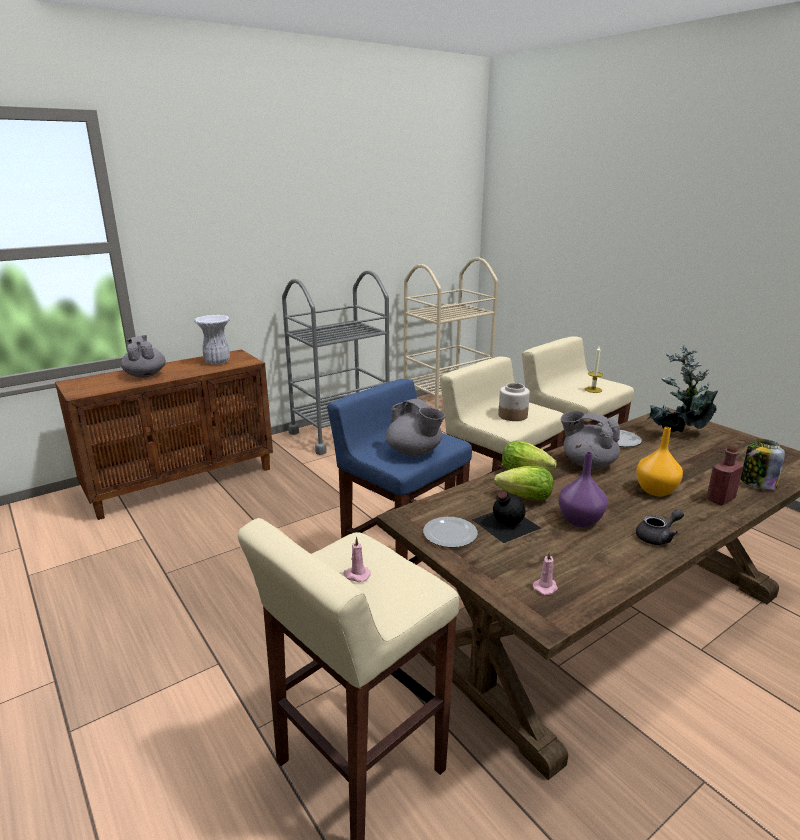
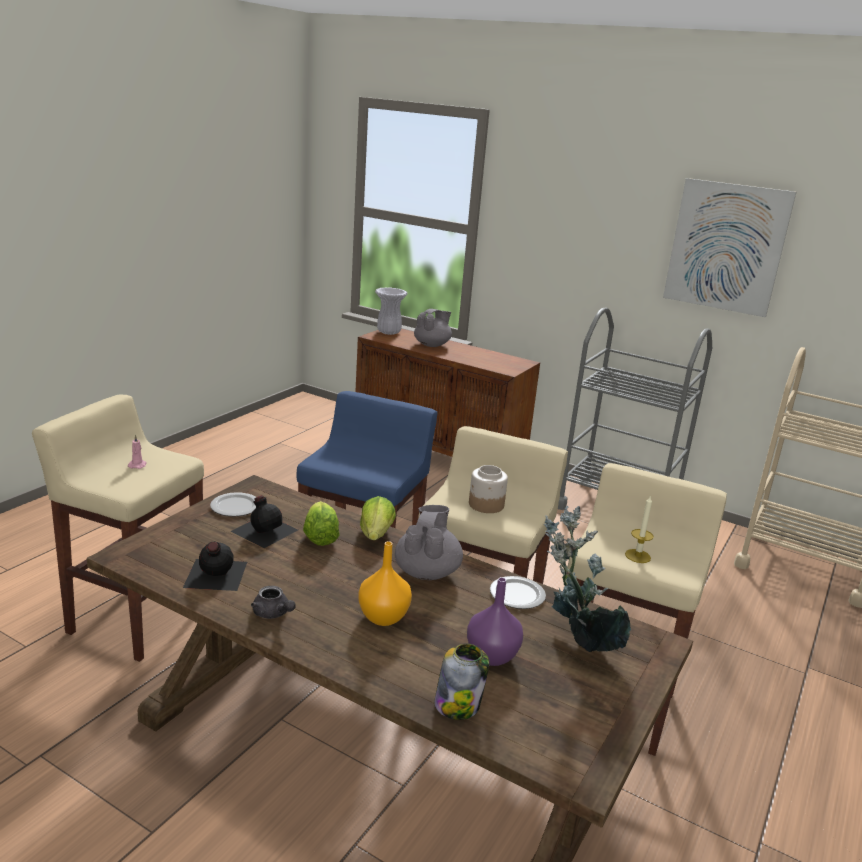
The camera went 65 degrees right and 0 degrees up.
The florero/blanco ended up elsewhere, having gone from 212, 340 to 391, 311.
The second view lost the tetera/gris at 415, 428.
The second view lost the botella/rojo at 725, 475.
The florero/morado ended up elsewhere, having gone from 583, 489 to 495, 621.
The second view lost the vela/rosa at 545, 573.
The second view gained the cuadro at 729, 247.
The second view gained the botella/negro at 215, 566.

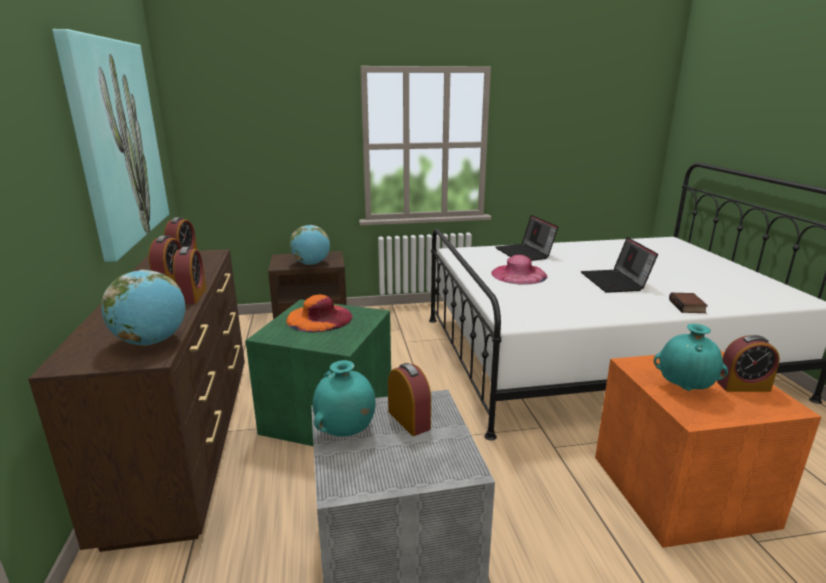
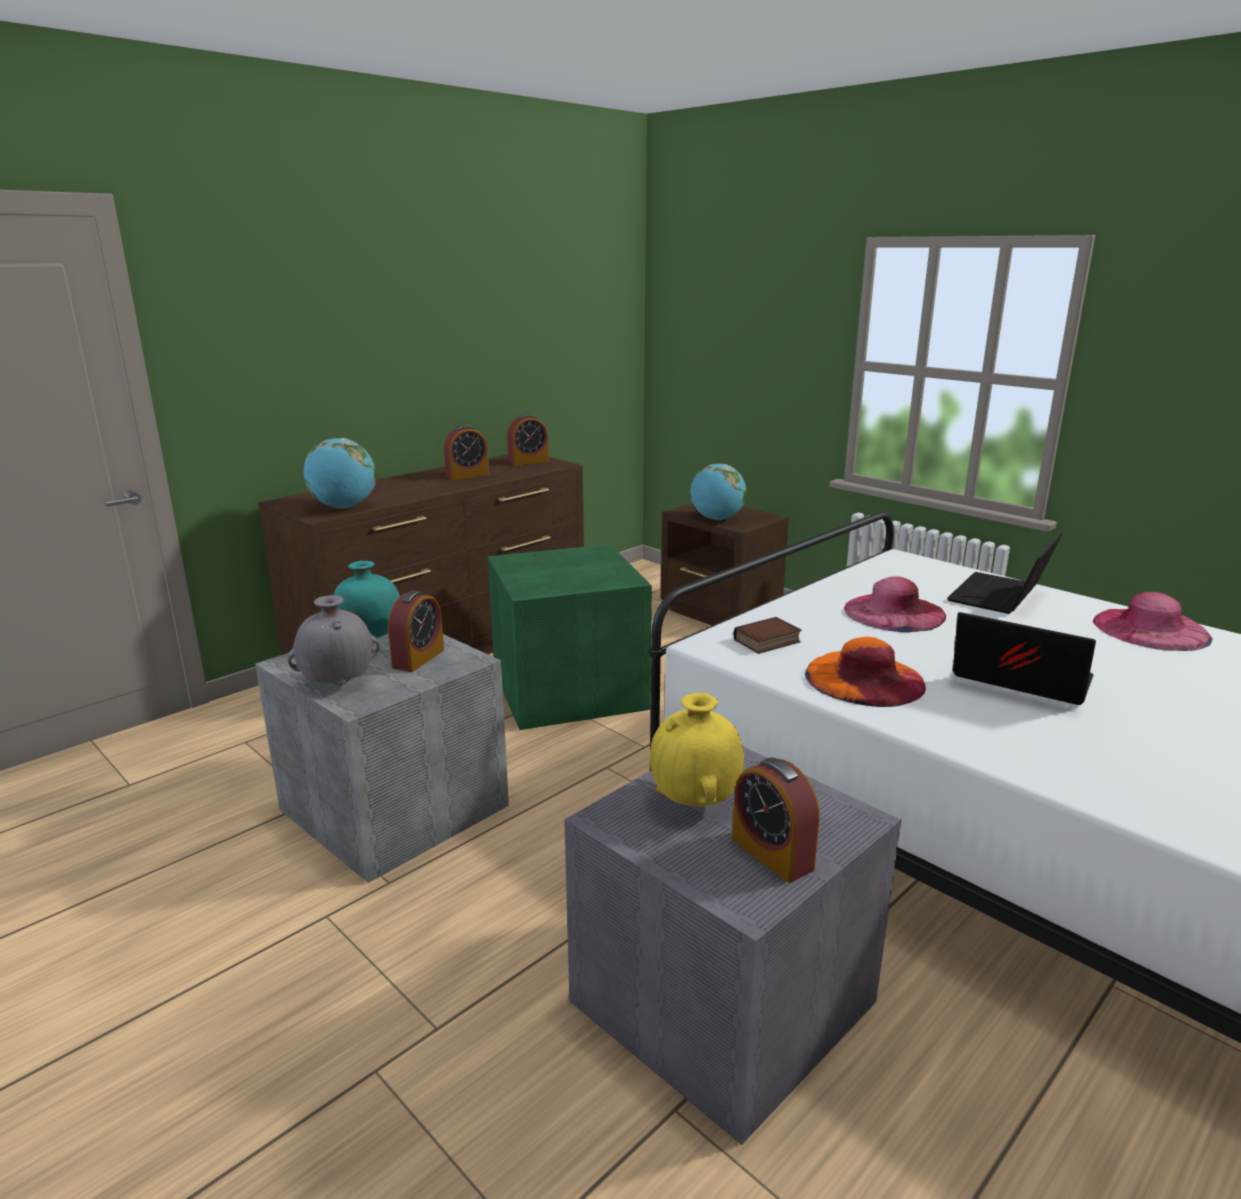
The camera went 55 degrees right and 0 degrees up.
The second view lost the cuadro at 110, 145.
The portátil at 619, 265 ended up facing another way, 75 degrees clockwise from before.
The second view lost the despertador at 190, 275.
The libro ended up elsewhere, having gone from 688, 303 to 767, 635.
The sombrero/naranja ended up elsewhere, having gone from 319, 314 to 865, 672.
What was the florero/turquesa at 691, 357 turned into the florero/amarillo at 697, 749.
What was the caja de almacenaje/naranja at 708, 449 turned into the caja de almacenaje/gris at 732, 946.
The second view gained the sombrero/rosa at 1153, 621.
The second view gained the florero/gris at 333, 640.

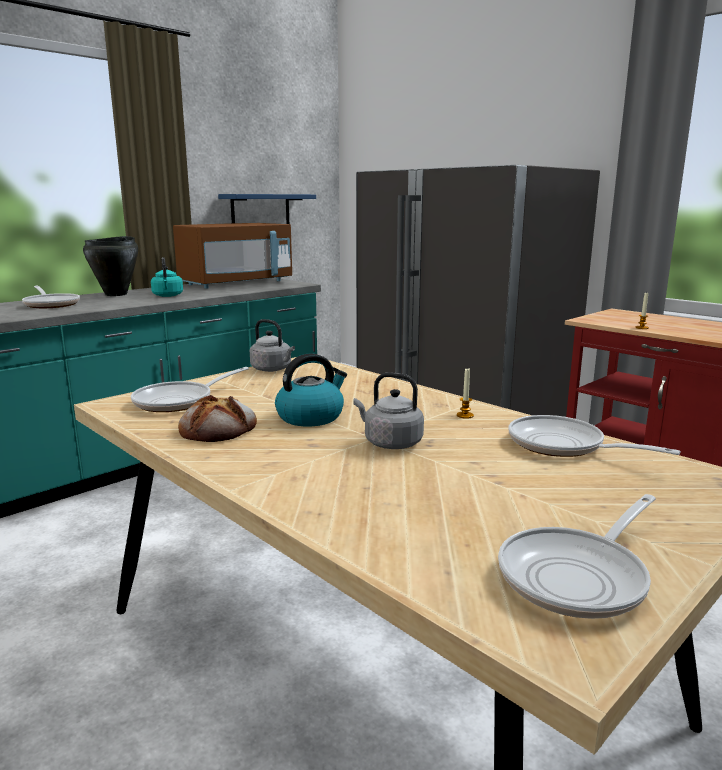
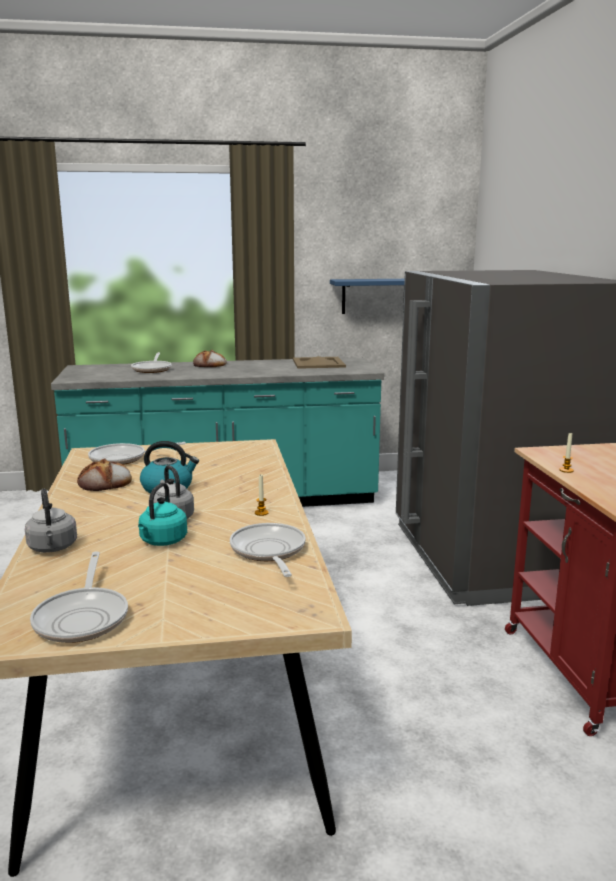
The camera went 35 degrees right and 0 degrees up.
Where the microondas/marrón stood at 232, 256, the bandeja/beis came to stand at 319, 362.
Where the olla/negro stood at 110, 266, the pan came to stand at 210, 358.
The hervidor/turquesa ended up elsewhere, having gone from 167, 277 to 162, 514.
The hervidor/gris ended up elsewhere, having gone from 272, 345 to 51, 521.
The sartén at 577, 556 ended up facing another way, 90 degrees counterclockwise from before.

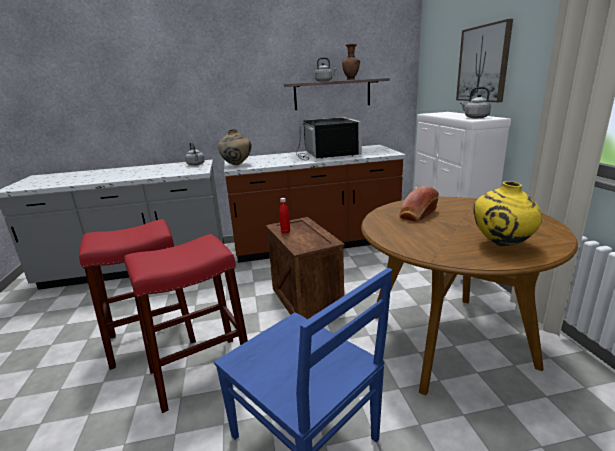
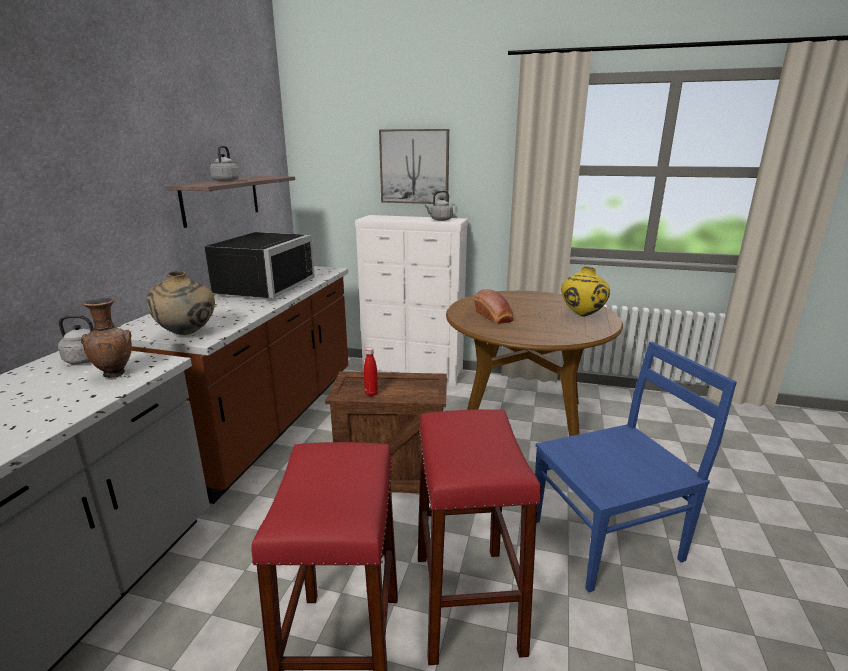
The camera went 65 degrees left and 0 degrees up.
The florero/marrón ended up elsewhere, having gone from 351, 62 to 106, 337.
The microondas/negro at 329, 138 ended up facing another way, 90 degrees clockwise from before.

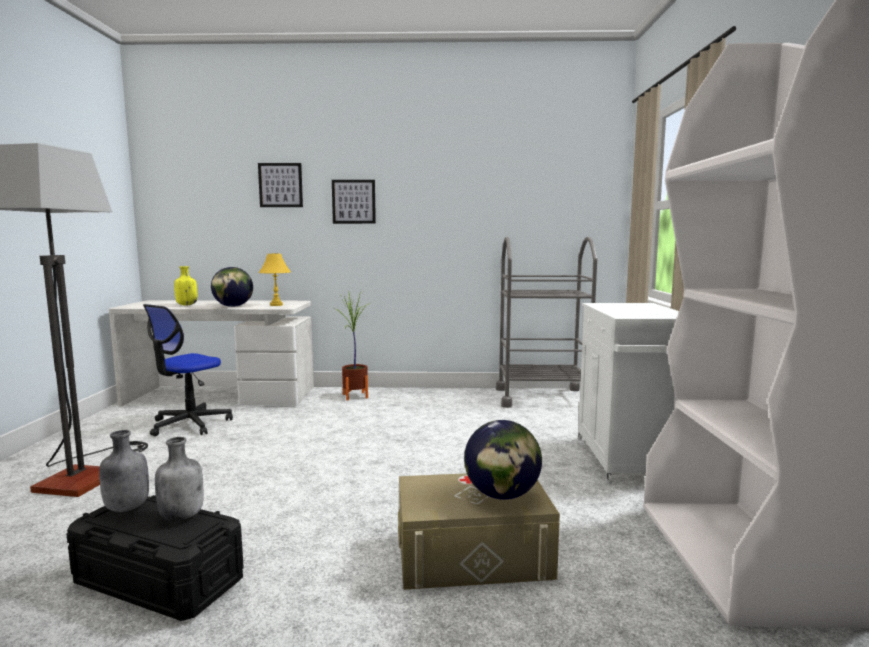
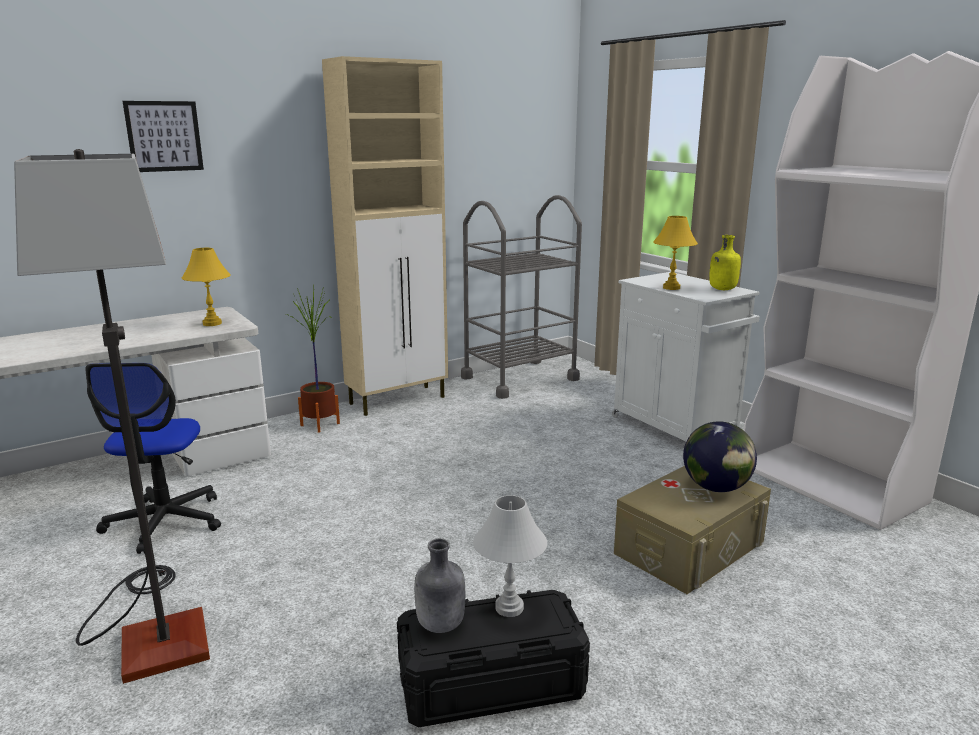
The camera went 35 degrees left and 10 degrees up.
The second view lost the cuadro at 354, 202.
The botella/amarillo ended up elsewhere, having gone from 185, 285 to 725, 262.
The second view lost the globo terráqueo at 232, 287.
Where the botella/gris stood at 179, 479, the lámpara de mesa/blanco came to stand at 510, 556.
The second view gained the armario/beis at 385, 236.
The second view gained the lámpara de mesa/amarillo at 675, 253.

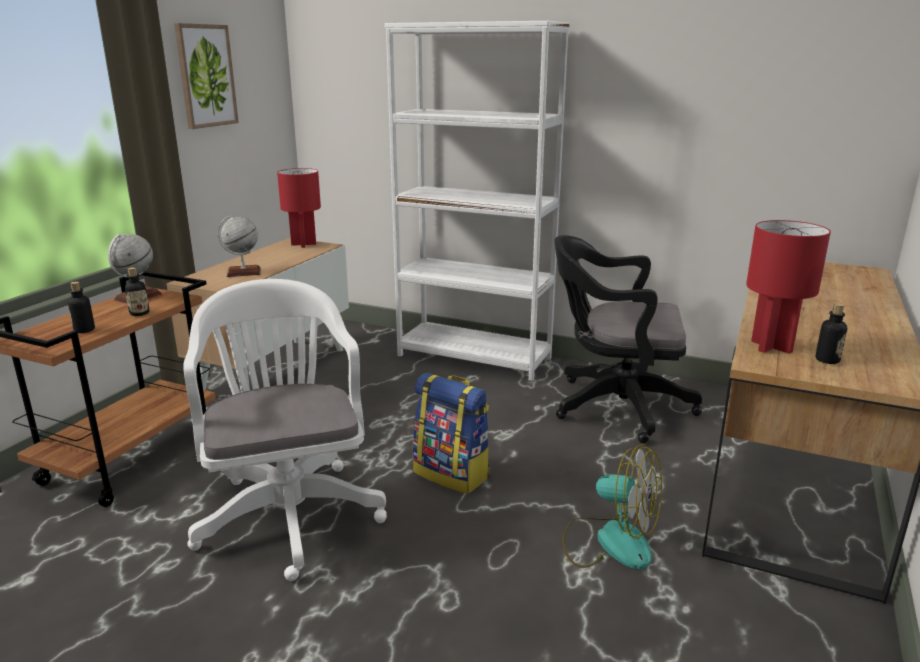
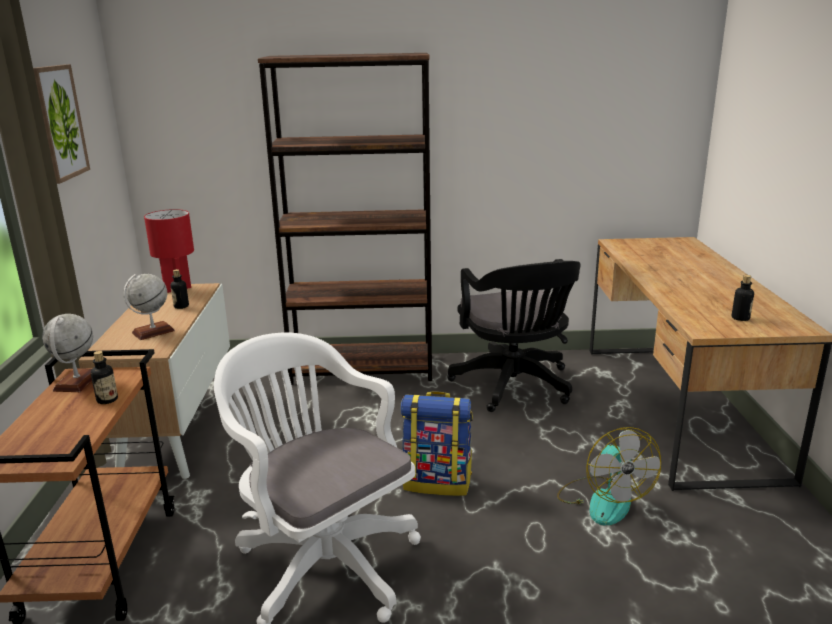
The camera went 25 degrees left and 0 degrees up.
What was the estantería/blanco at 477, 201 turned into the estantería/marrón at 345, 219.
The second view lost the lámpara de mesa/rojo at 788, 287.
The silla de oficina/negro at 628, 339 ended up facing another way, 90 degrees counterclockwise from before.
The botella ended up elsewhere, having gone from 81, 307 to 180, 289.
The ventilador at 612, 506 ended up facing another way, 75 degrees clockwise from before.

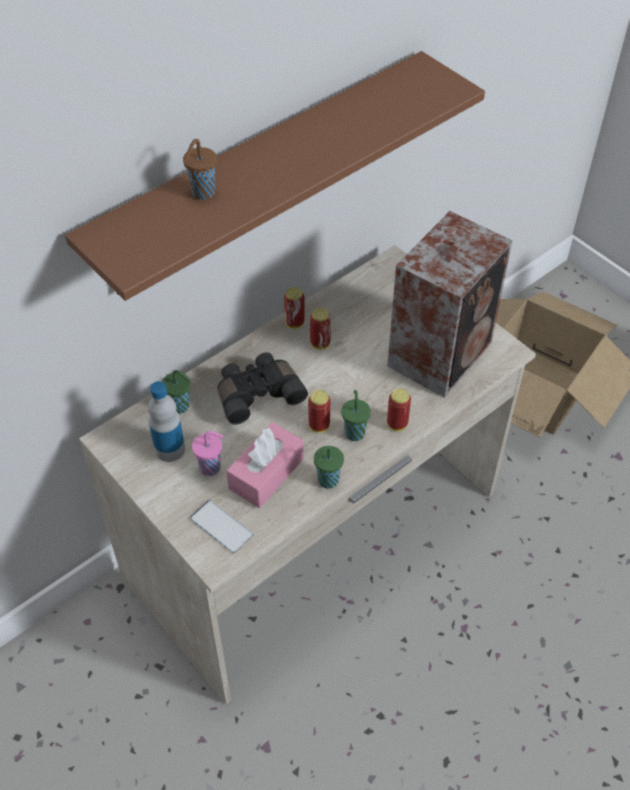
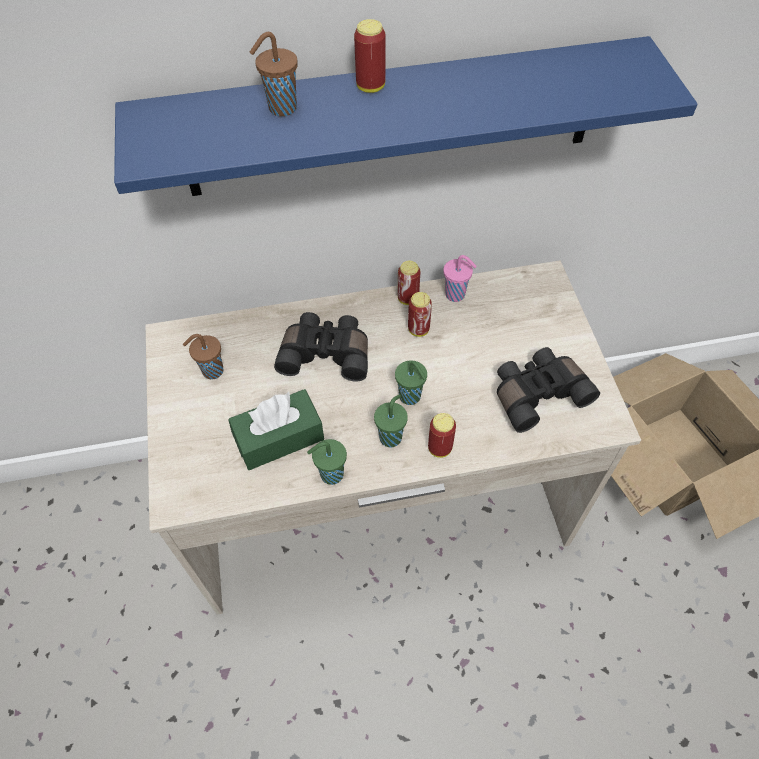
The camera went 30 degrees right and 5 degrees up.
What was the estante/marrón at 275, 176 turned into the estante/azul at 406, 116.
Where the altavoz stood at 450, 304, the prismáticos/negro came to stand at 548, 390.
The taza/verde ended up elsewhere, having gone from 176, 392 to 411, 383.
Where the botella stood at 166, 421, the taza/marrón came to stand at 203, 357.
The lata ended up elsewhere, having gone from 319, 411 to 370, 56.
What was the caja de pañuelos/rosa at 265, 465 turned into the caja de pañuelos/verde at 276, 429.
The taza/rosa ended up elsewhere, having gone from 208, 453 to 460, 278.
The second view lost the móvil at 221, 526.

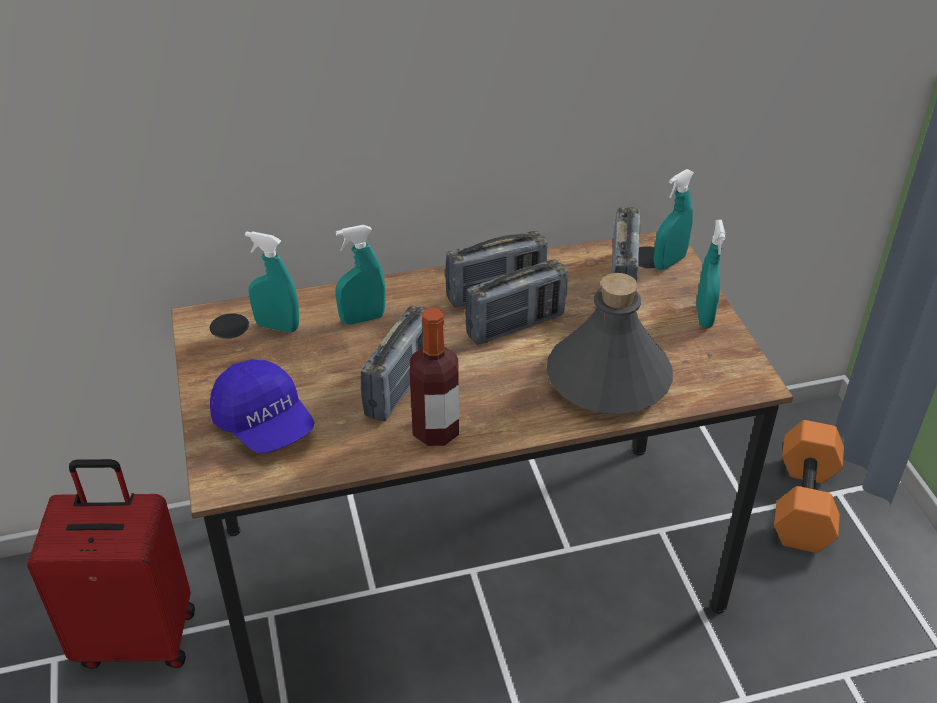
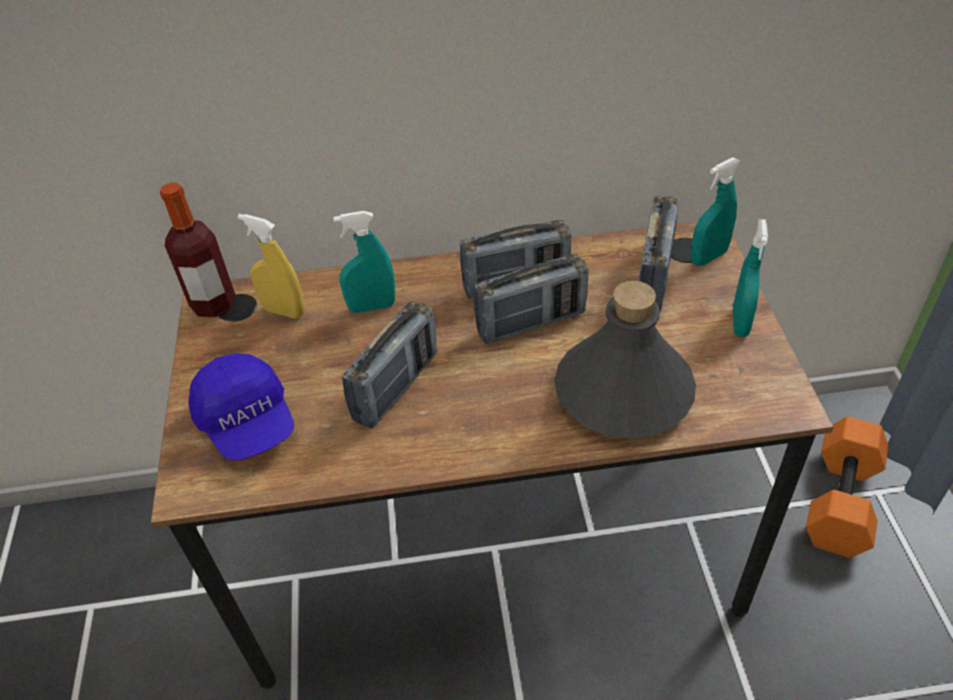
The camera went 10 degrees right and 5 degrees up.
What was the pulverizador/turquesa at 272, 282 turned into the pulverizador/amarillo at 271, 266.
The botella ended up elsewhere, having gone from 434, 377 to 198, 250.
The second view lost the maleta/rojo at 111, 564.

